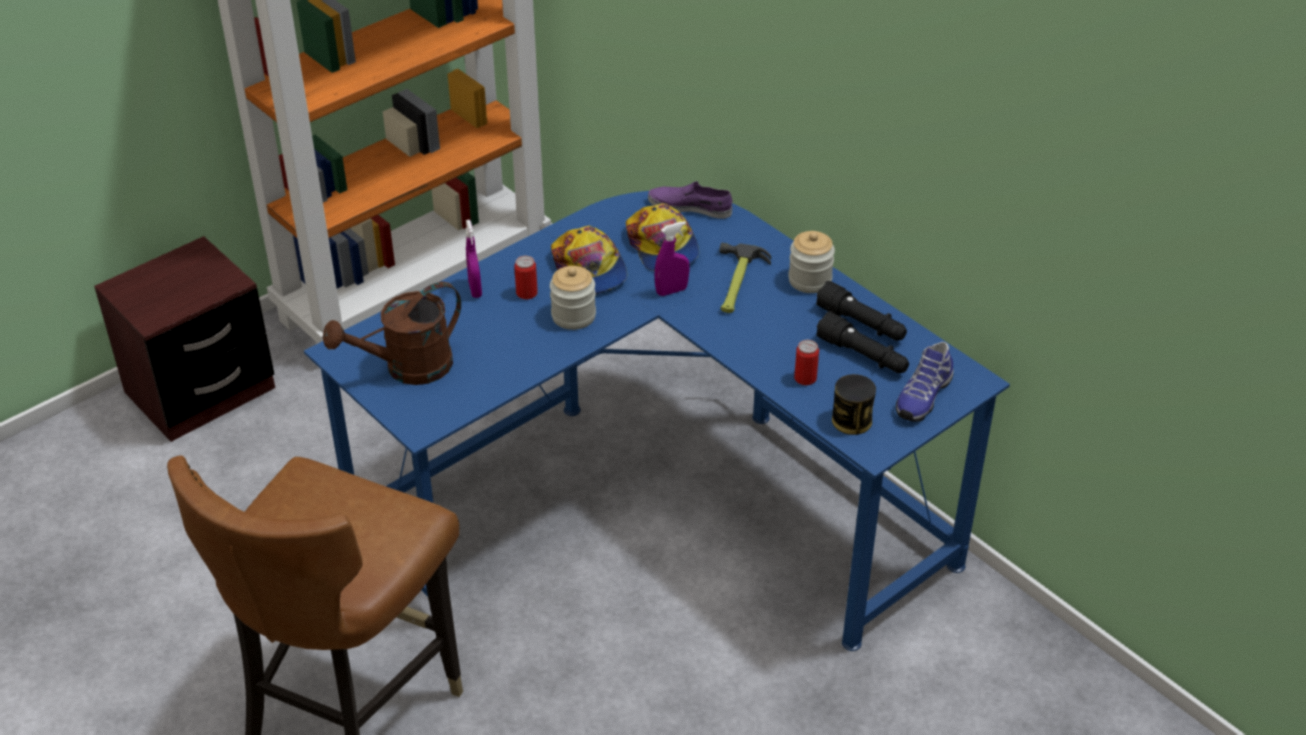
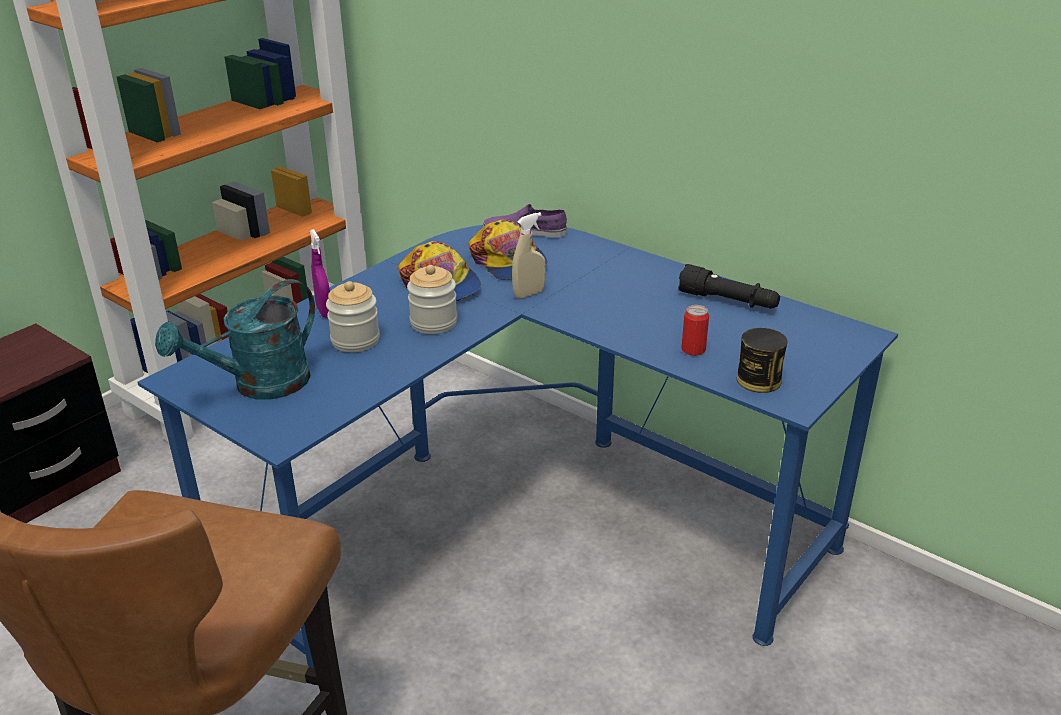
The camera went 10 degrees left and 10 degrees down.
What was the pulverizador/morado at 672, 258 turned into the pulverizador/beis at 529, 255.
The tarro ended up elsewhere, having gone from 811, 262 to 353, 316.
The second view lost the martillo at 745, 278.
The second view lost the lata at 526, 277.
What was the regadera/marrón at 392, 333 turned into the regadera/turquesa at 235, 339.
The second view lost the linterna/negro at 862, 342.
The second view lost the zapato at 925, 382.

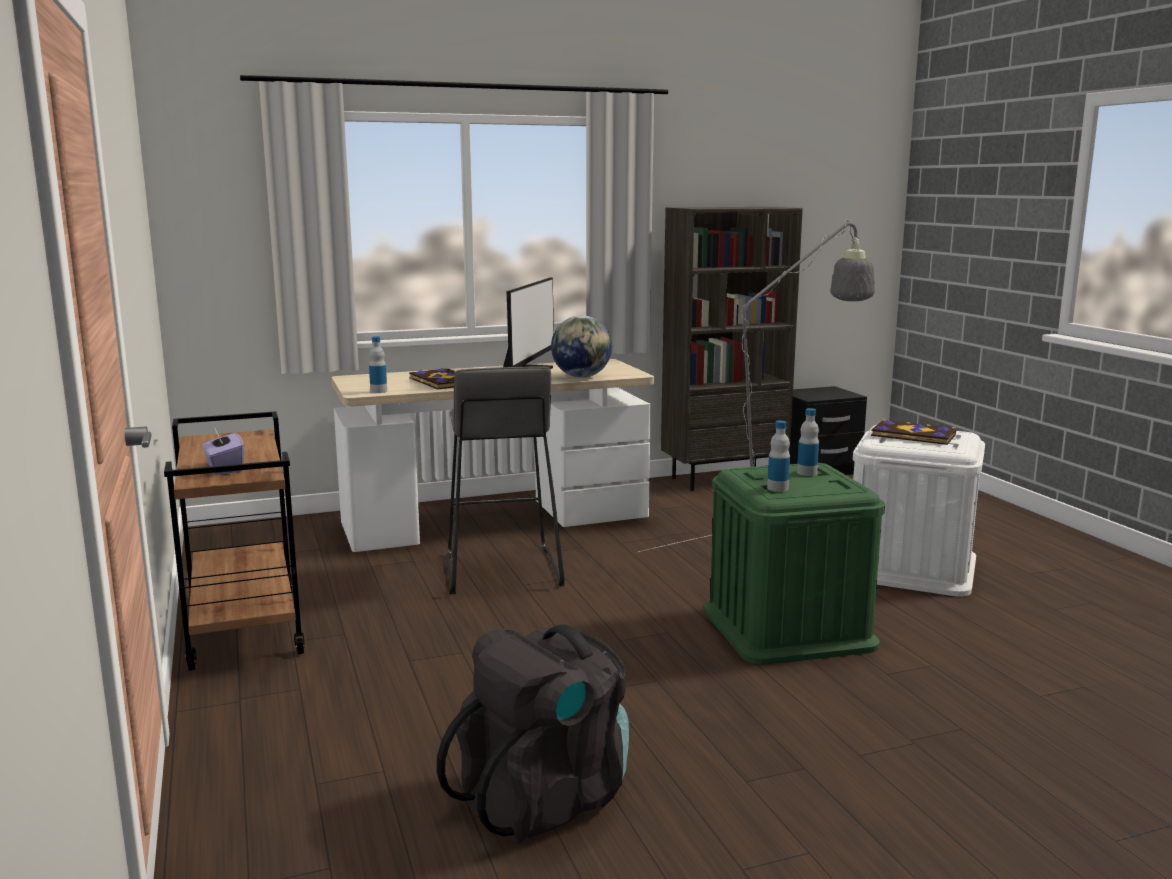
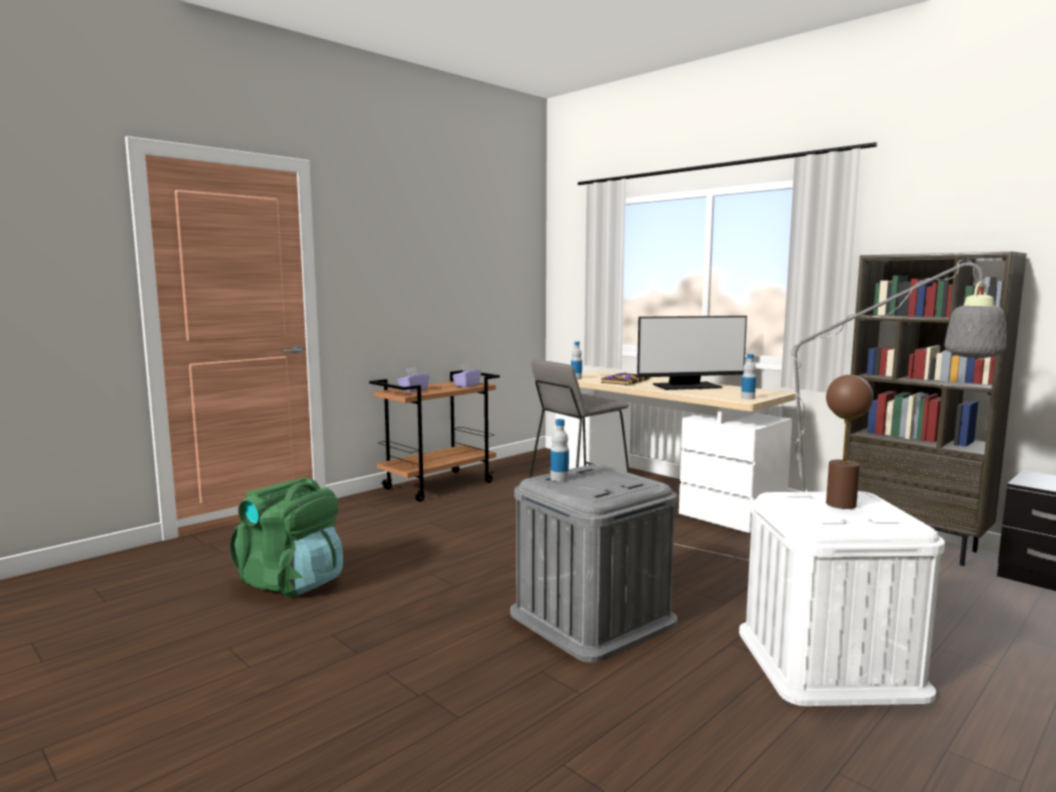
The camera went 65 degrees right and 5 degrees down.
The second view lost the globo terráqueo at 581, 346.
The botella ended up elsewhere, having gone from 808, 442 to 748, 376.
Where the libro stood at 913, 432, the lámpara de mesa/marrón came to stand at 849, 442.
What was the caja de almacenaje/verde at 794, 564 turned into the caja de almacenaje/gris at 593, 563.
What was the mochila/negro at 533, 734 turned into the mochila/verde at 286, 538.
The second view gained the caja de pañuelos/morado at 466, 375.

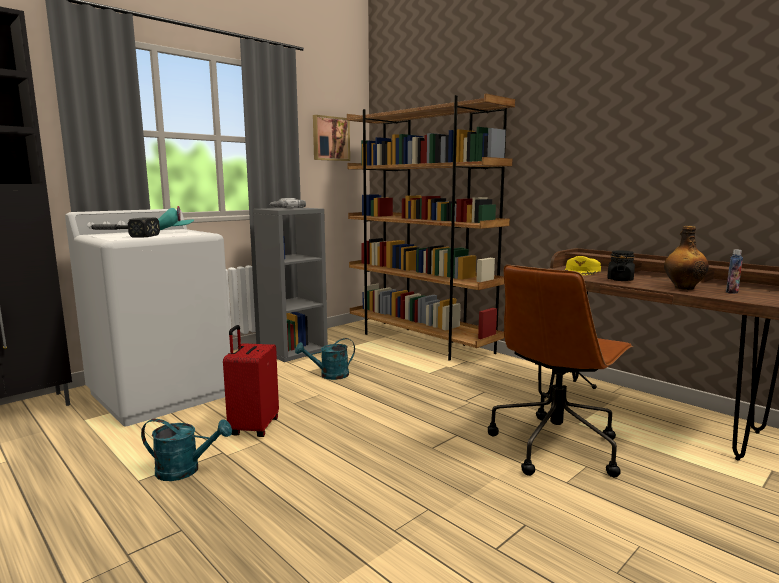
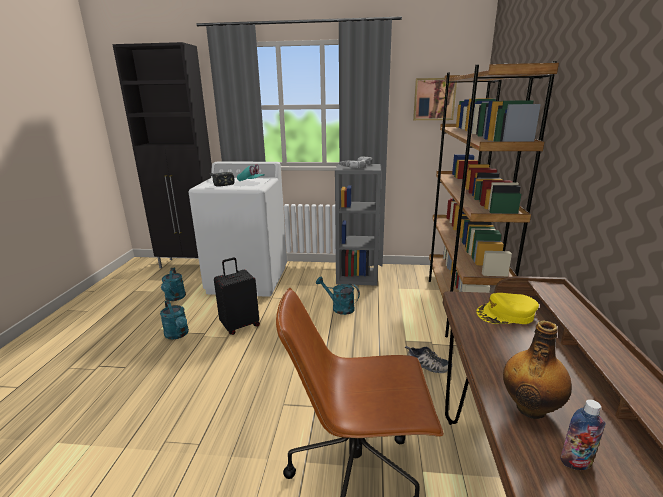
The camera went 50 degrees right and 10 degrees up.
The second view lost the tarro/negro at 621, 266.
What was the maleta/rojo at 251, 381 turned into the maleta/negro at 237, 296.
The second view gained the regadera/turquesa at 173, 284.
The second view gained the zapato at 428, 359.

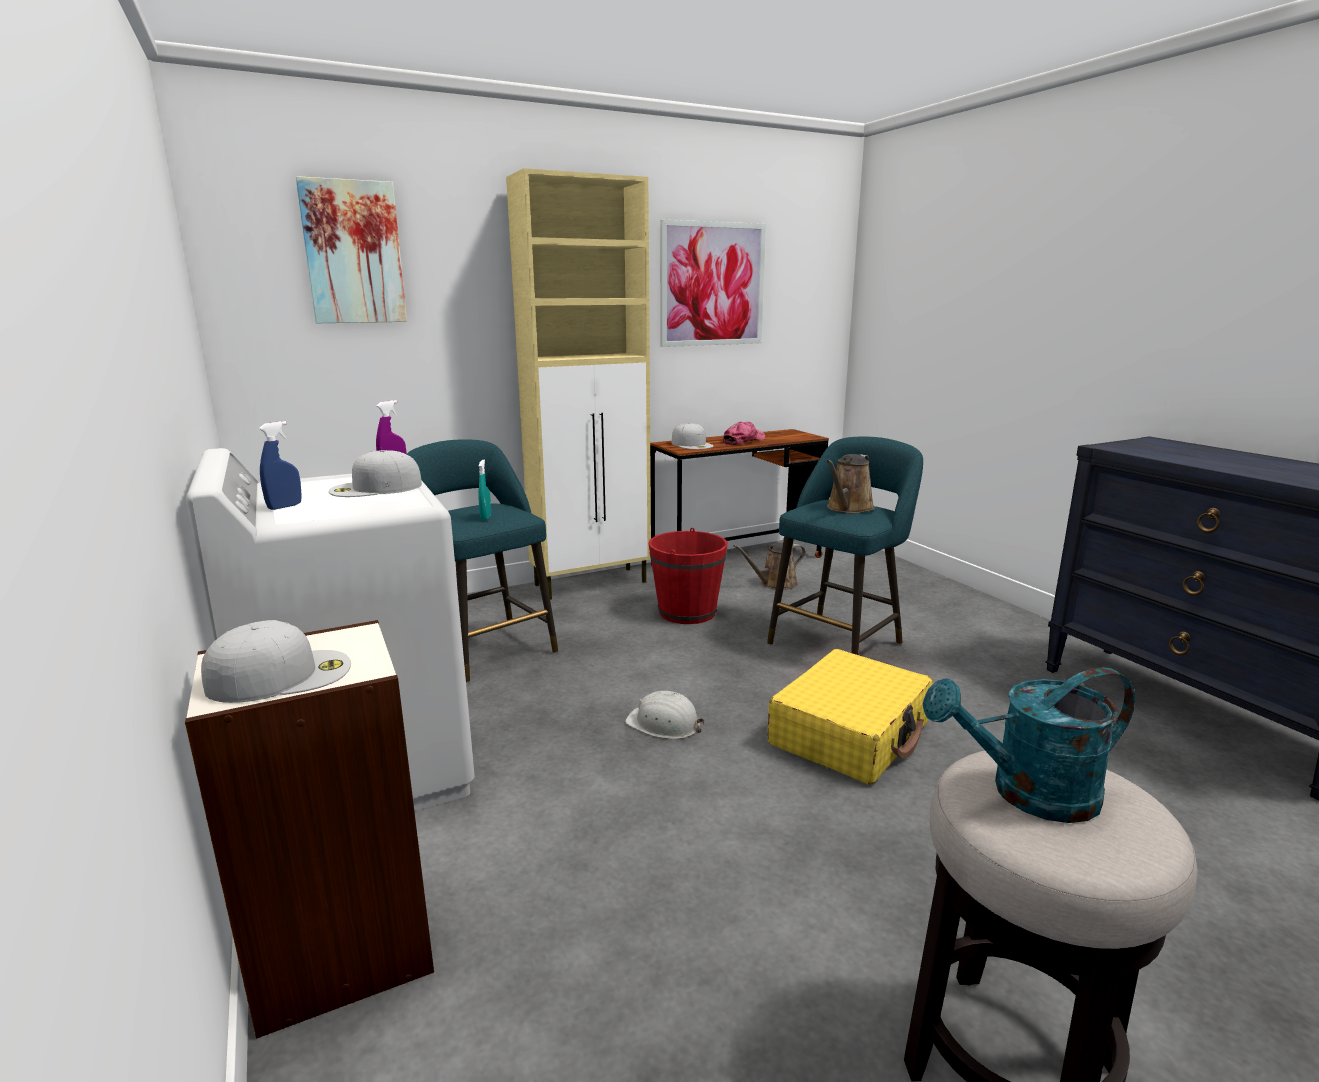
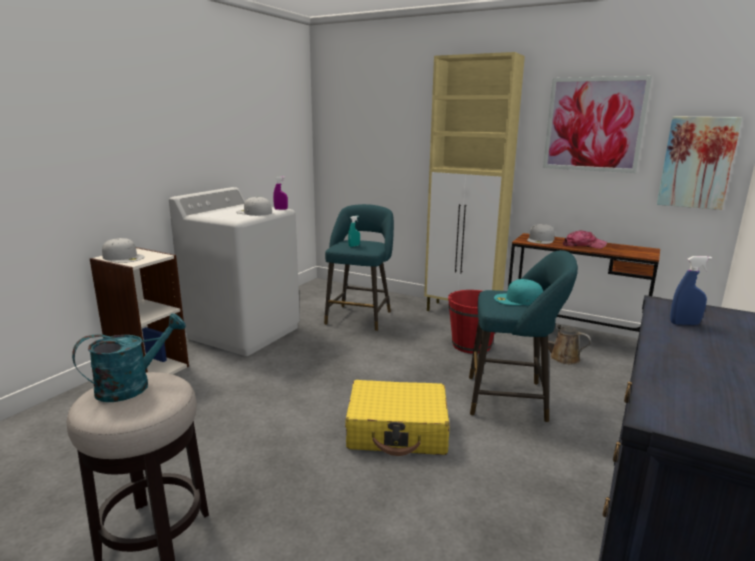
The camera went 55 degrees right and 0 degrees up.
The cuadro ended up elsewhere, having gone from 351, 249 to 699, 163.
The pulverizador/azul ended up elsewhere, having gone from 280, 465 to 691, 290.
Where the regadera/marrón stood at 850, 483, the gorra/turquesa came to stand at 518, 292.
The regadera/turquesa at 1029, 745 ended up facing another way, 90 degrees clockwise from before.
The second view lost the casco/blanco at 664, 715.

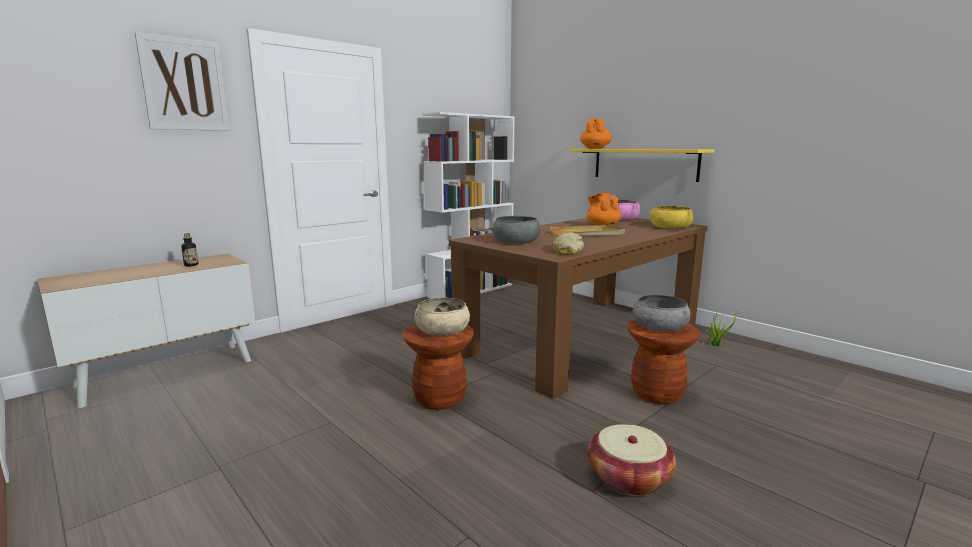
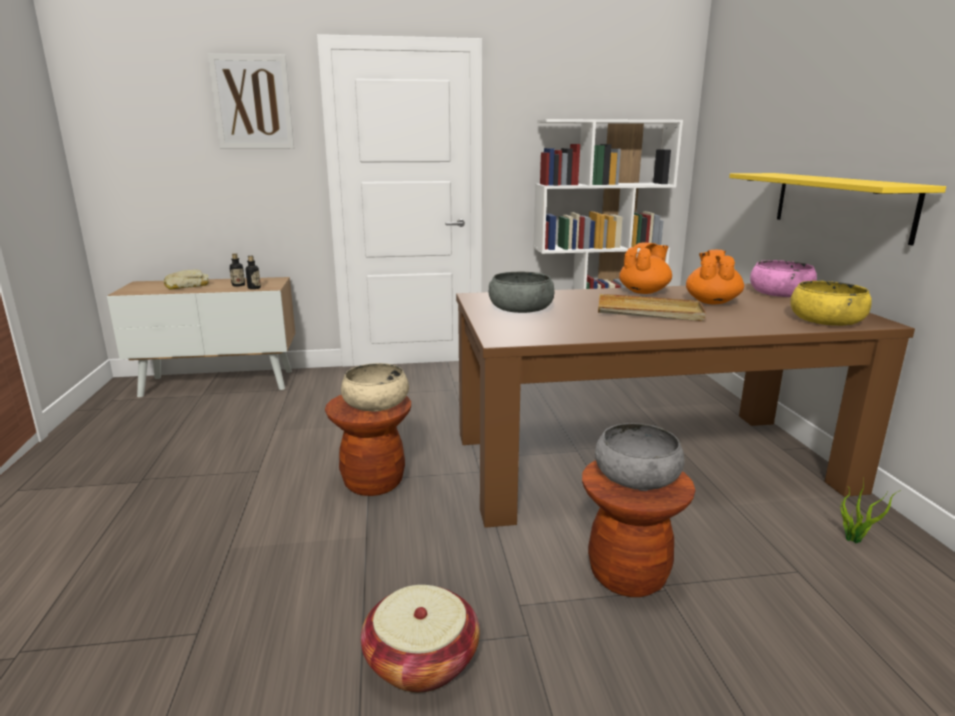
The camera went 35 degrees right and 5 degrees up.
The tetera/naranja ended up elsewhere, having gone from 596, 133 to 645, 268.
The pan ended up elsewhere, having gone from 568, 243 to 186, 280.
The second view gained the botella at 253, 272.

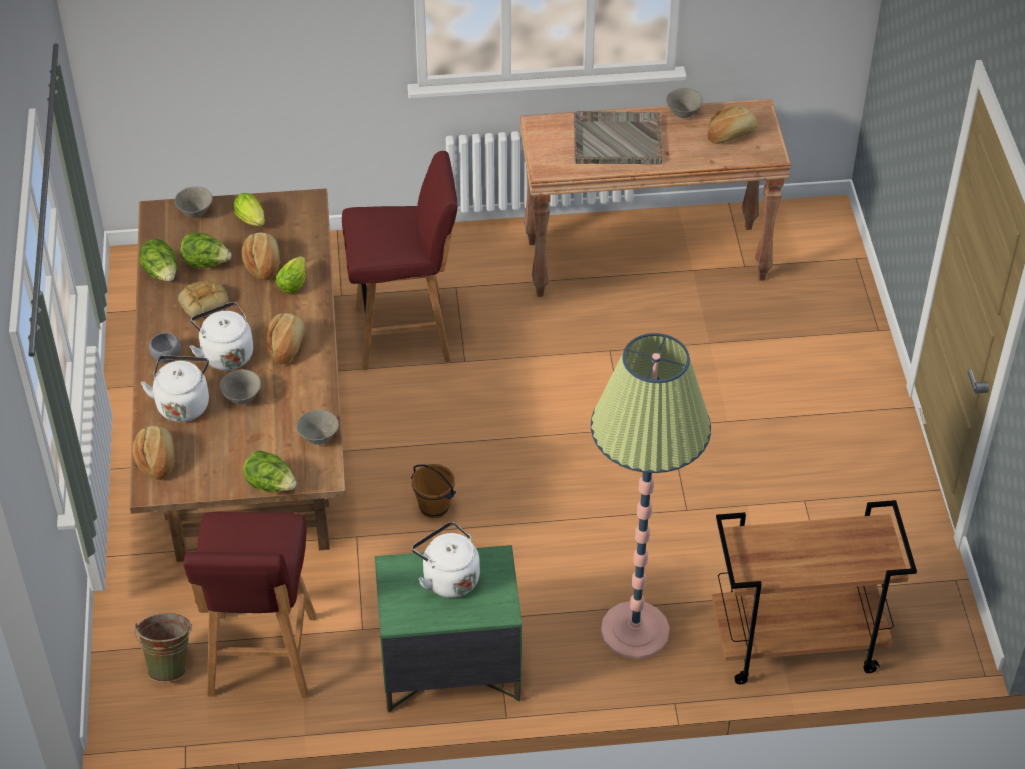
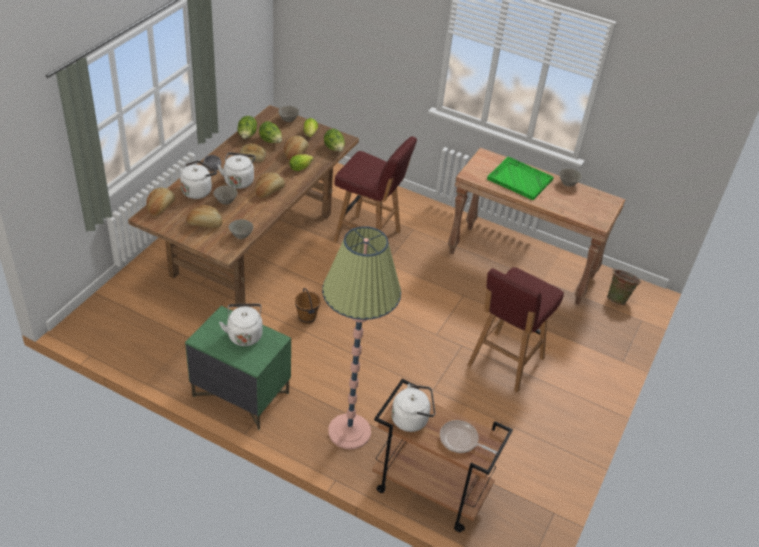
The camera went 30 degrees right and 5 degrees down.
The pan ended up elsewhere, having gone from 732, 124 to 204, 216.
What was the bandeja/gris at 618, 137 turned into the bandeja/verde at 520, 178.
The lechuga ended up elsewhere, having gone from 270, 471 to 334, 139.
The taburete/rojo ended up elsewhere, having gone from 250, 605 to 516, 329.
The cubo/verde ended up elsewhere, having gone from 163, 647 to 624, 286.
The second view gained the hervidor/blanco at 413, 408.
The second view gained the sartén at 468, 437.

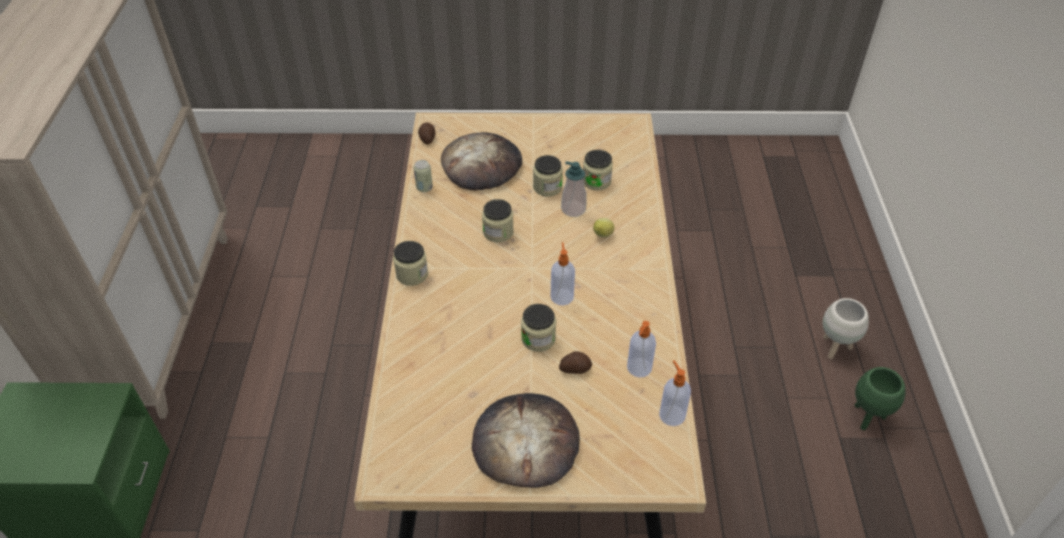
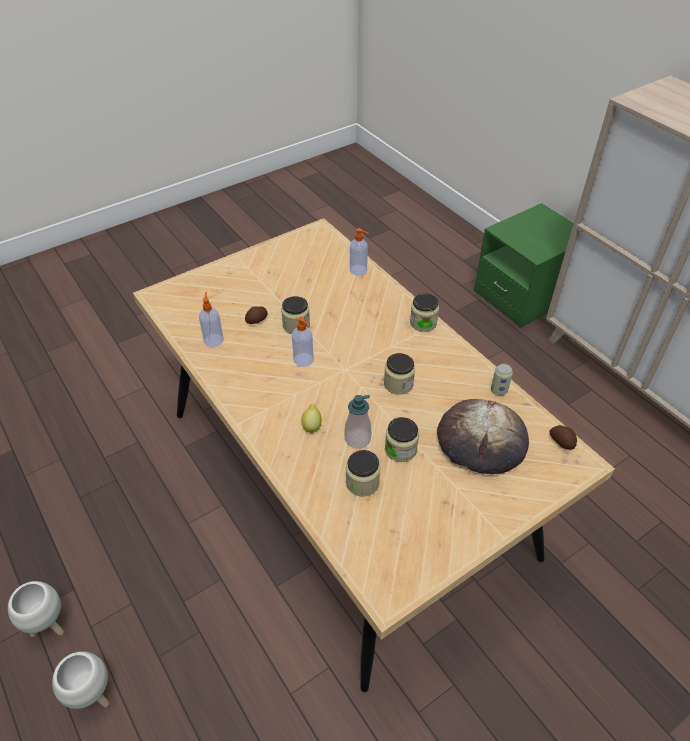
The camera went 145 degrees right and 0 degrees up.
The dispensador de jabón ended up elsewhere, having gone from 675, 393 to 359, 252.
What was the maceta/verde at 880, 398 turned into the maceta/blanco at 36, 609.
The second view lost the pan at 526, 440.

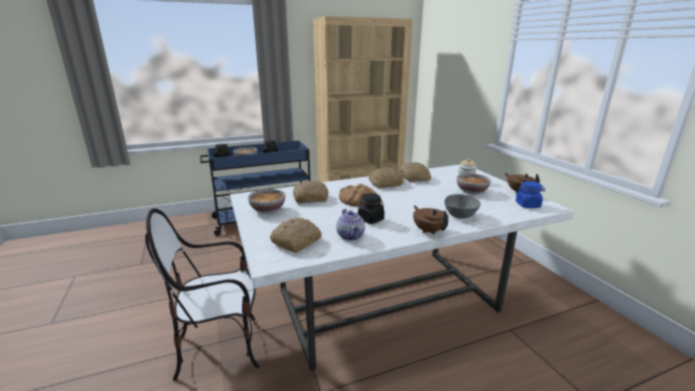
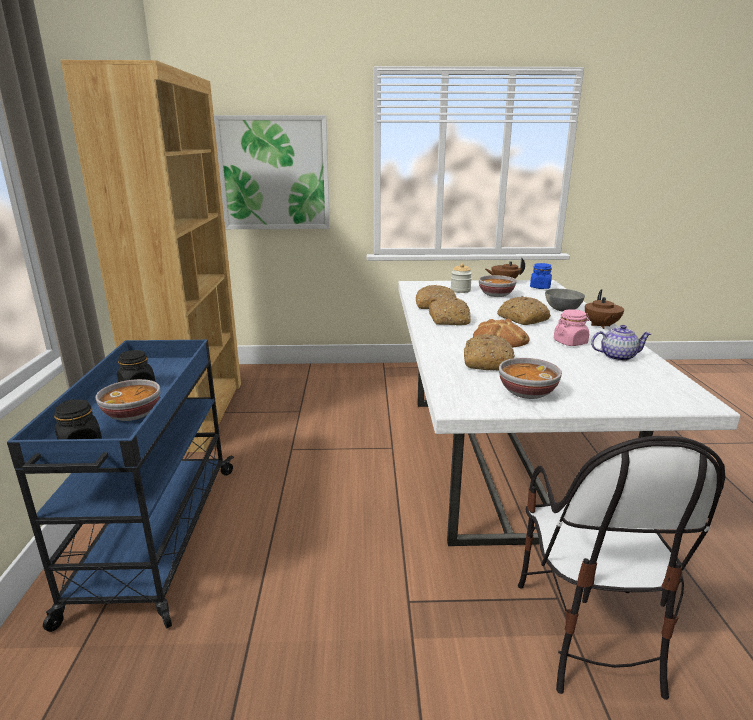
The camera went 70 degrees left and 0 degrees up.
What was the tarro/negro at 371, 208 turned into the tarro/rosa at 571, 327.
The tetera/marrón at 430, 220 ended up facing another way, 75 degrees counterclockwise from before.
The pan ended up elsewhere, having gone from 296, 235 to 524, 310.
The second view gained the cuadro at 272, 172.

